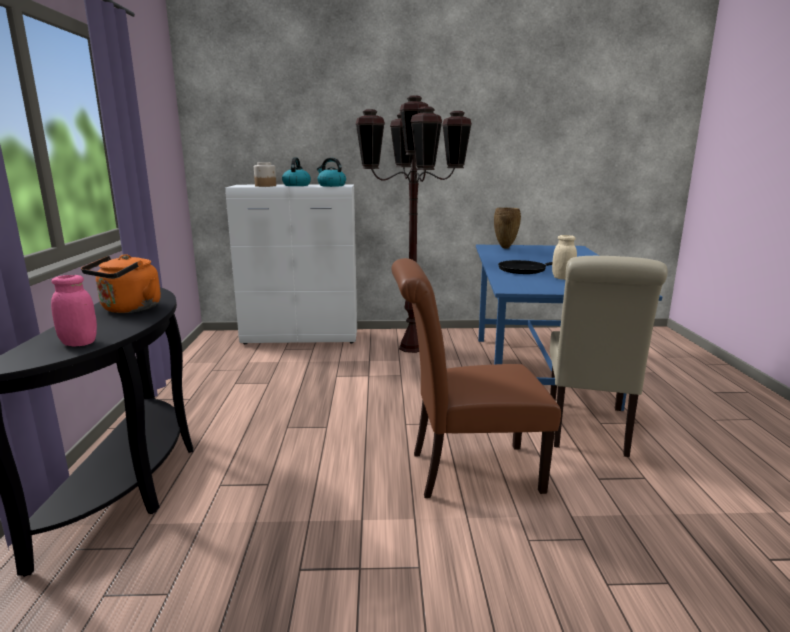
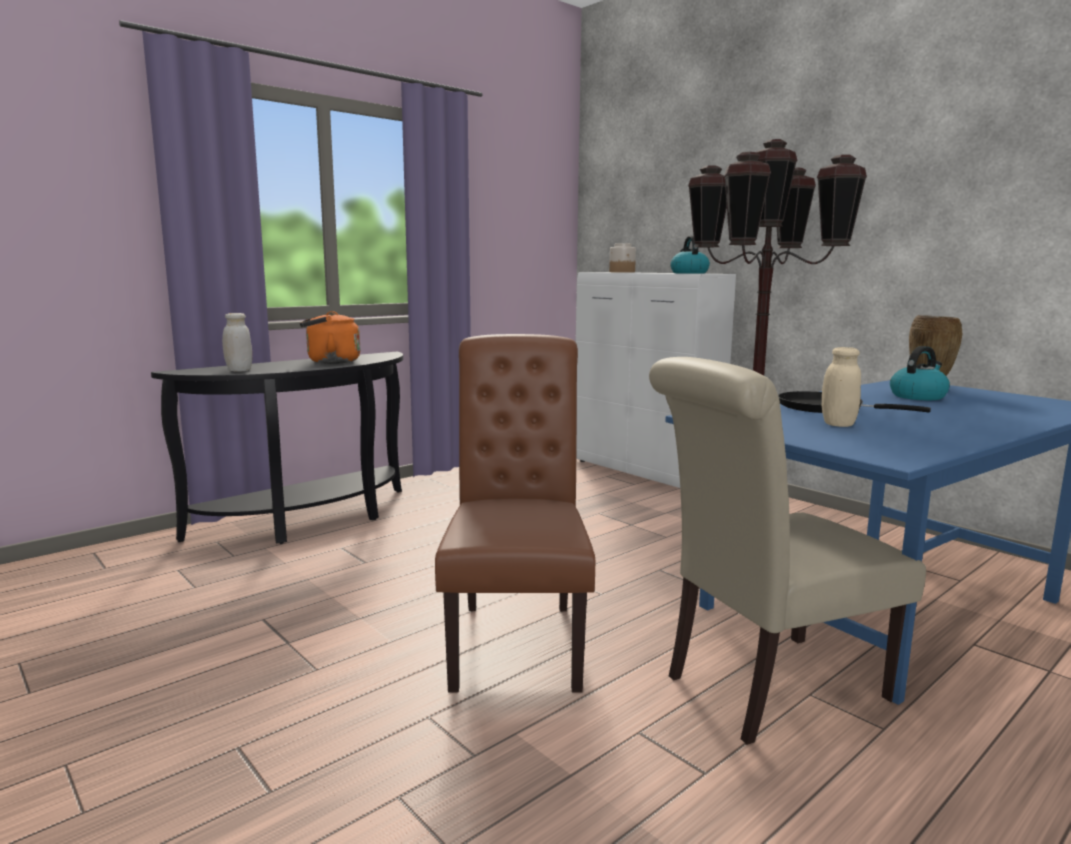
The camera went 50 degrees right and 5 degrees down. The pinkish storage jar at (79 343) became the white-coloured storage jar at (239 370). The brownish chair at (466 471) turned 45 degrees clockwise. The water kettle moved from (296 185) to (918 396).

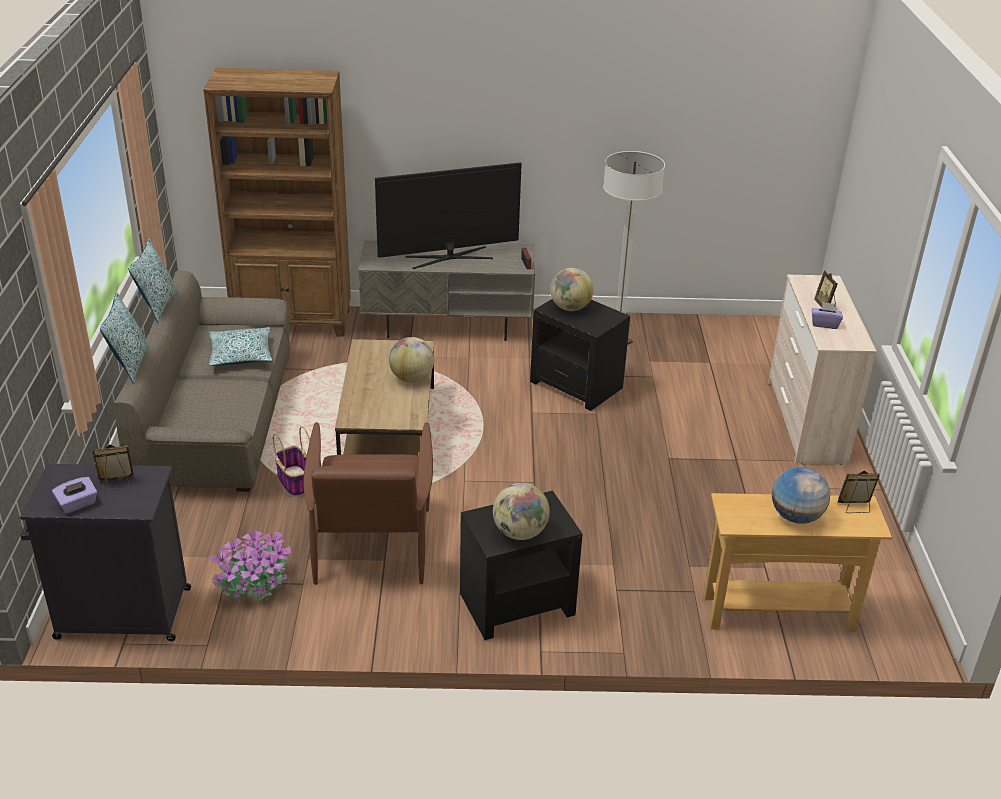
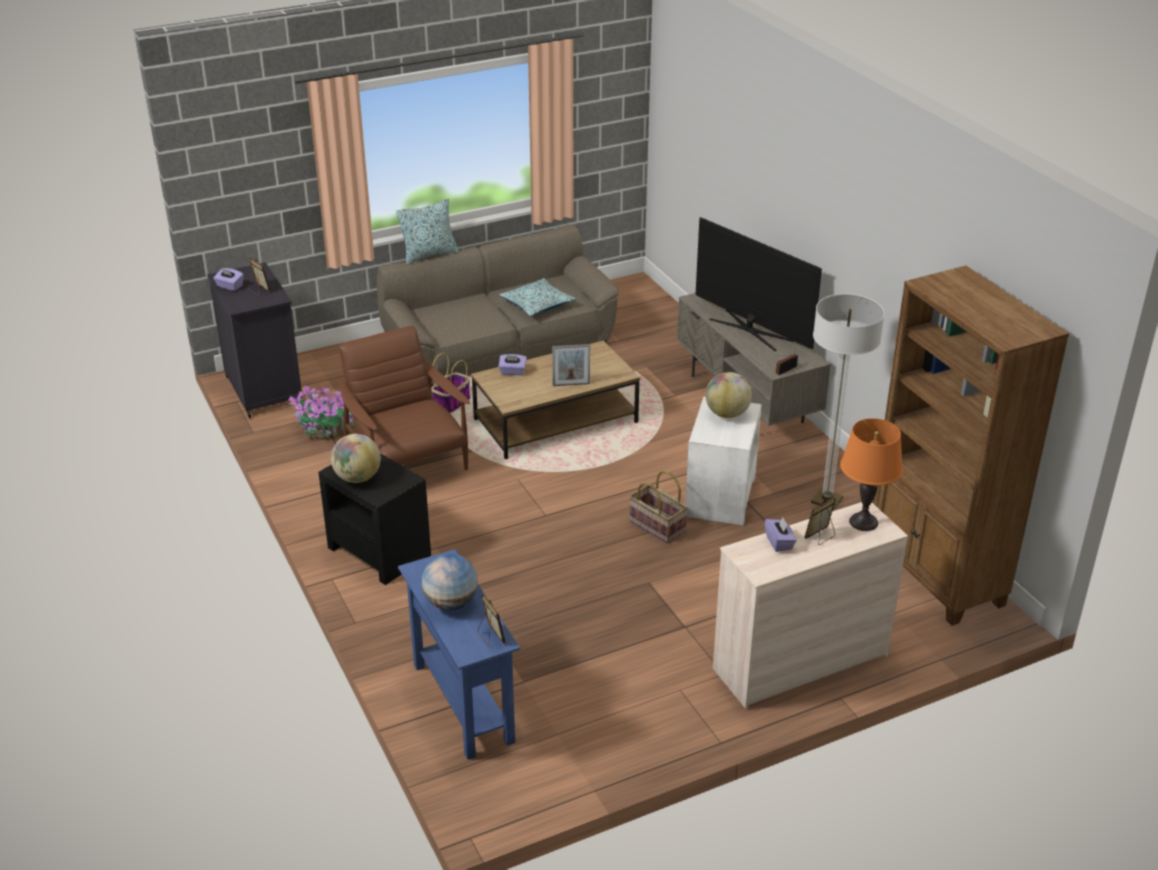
The camera went 65 degrees right and 0 degrees up. The brownish armchair at (371 541) turned 90 degrees clockwise. The beige hall table at (778 613) became the blue hall table at (463 703). The purple tissue box at (512 372) appeared. The globe at (412 378) was replaced by the photo frame at (571 384). The storage basket at (656 526) appeared. The blackish end table at (576 385) became the white-coloured end table at (719 497). The orangey lamp for a table at (863 522) appeared. The brownish bookshelf moved from (294 322) to (935 576). The cushion at (158 306) disappeared.

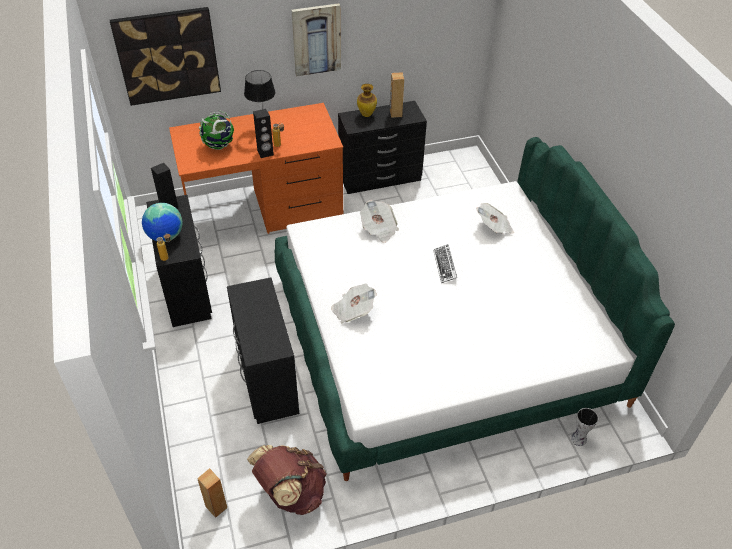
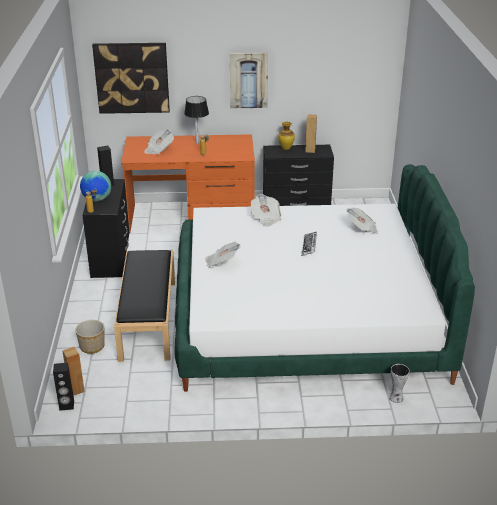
The camera went 15 degrees right and 15 degrees down. The blackish audio speaker moved from (265 153) to (66 405). The plant pot at (92 346) appeared. The blackish chest of drawers at (266 379) was replaced by the blackish indoor bench at (149 319). The globe at (219 145) was replaced by the printed paper at (159 150). The brownish backpack at (291 493) disappeared.

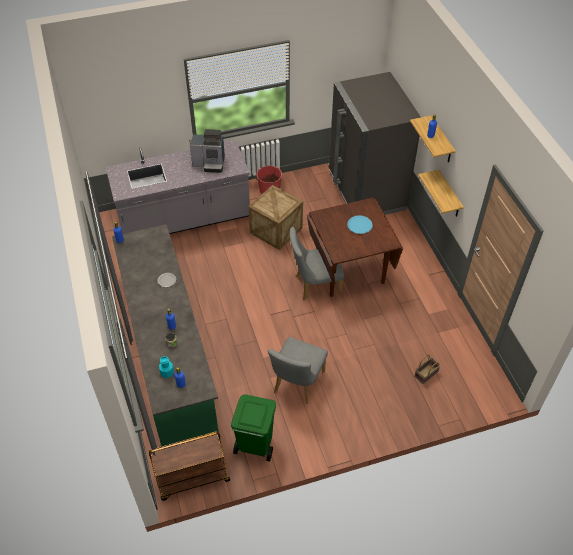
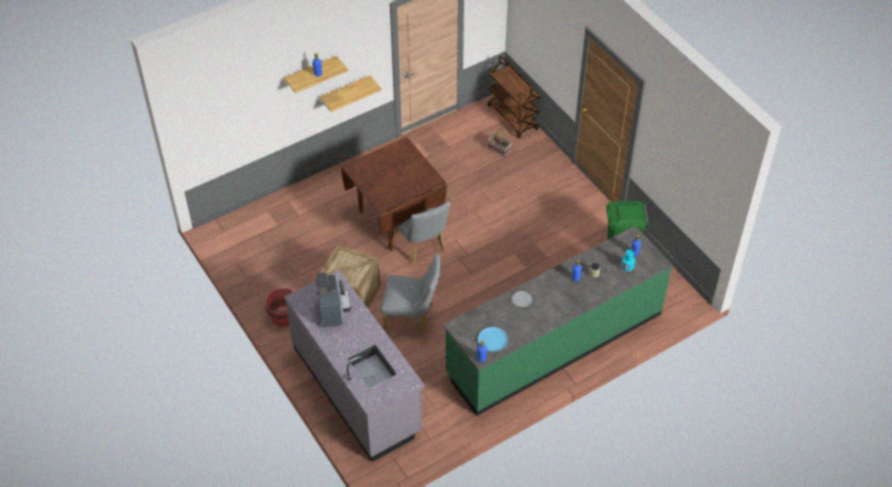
The camera went 105 degrees left and 0 degrees up. The grey chair moved from (297 384) to (412 318). The blue dinner plate moved from (359 225) to (492 339). The brownish trolley moved from (192 479) to (513 118). The grey refrigerator at (366 191) disappeared.

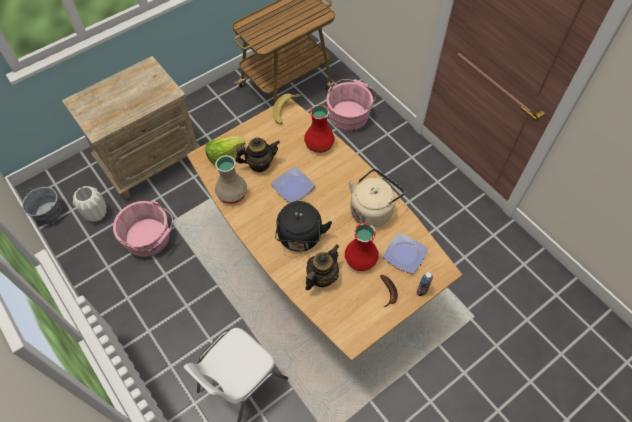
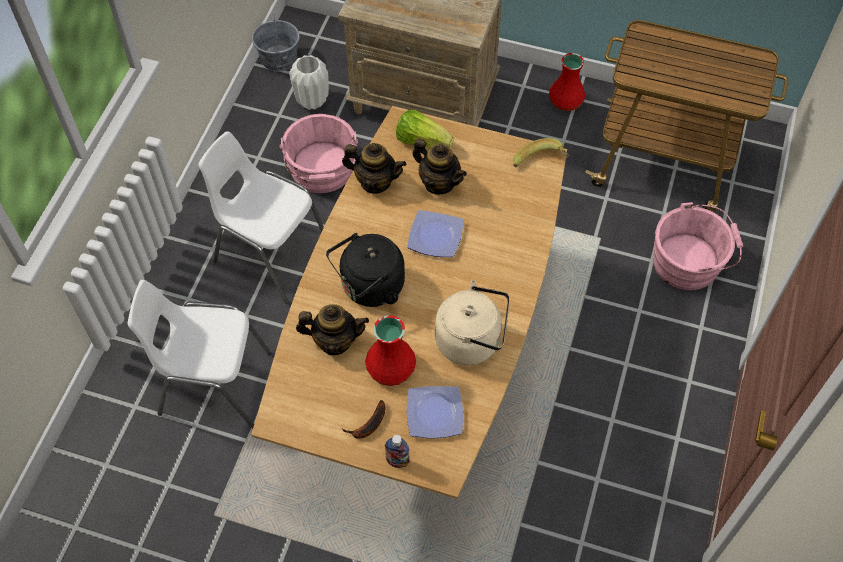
The camera went 55 degrees right and 0 degrees up. The white-coloured chair at (271 254) appeared. The beige decorative vase at (231 193) was replaced by the tea pot at (375 182). The red-coloured decorative vase moved from (319 144) to (565 101).

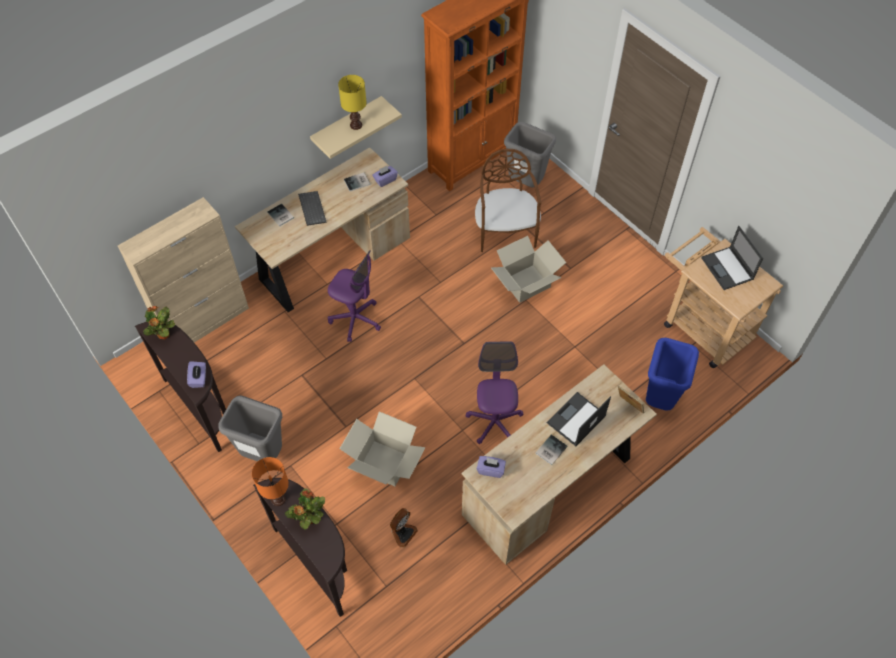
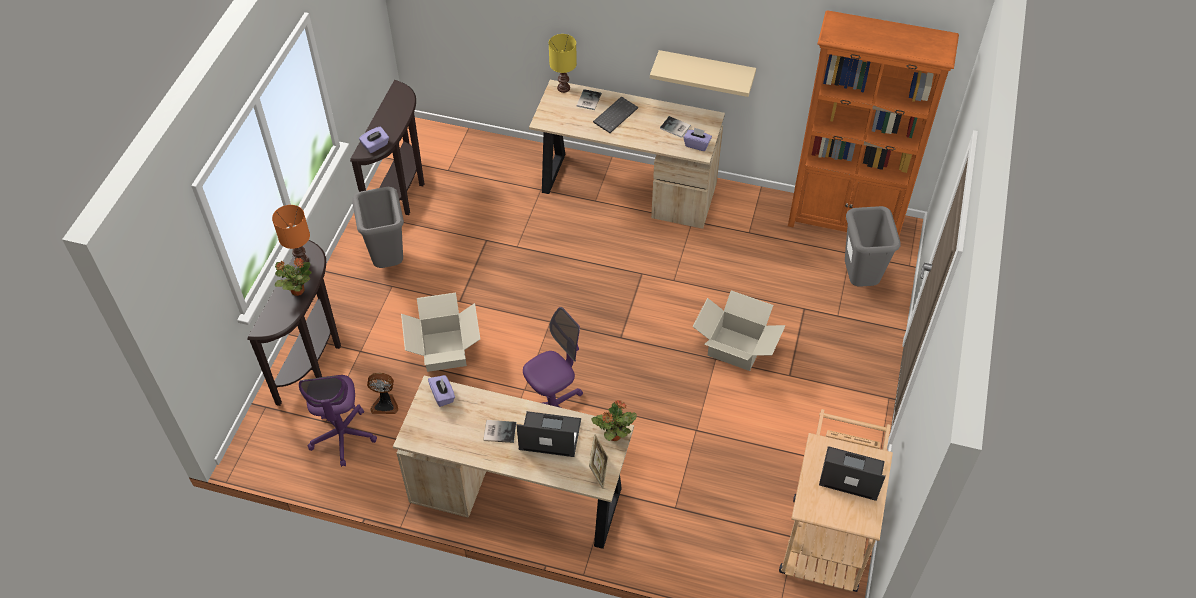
The camera went 55 degrees right and 5 degrees down. The purple computer chair moved from (355 319) to (343 437). The yellowish lamp for a table moved from (355 125) to (563 88). The plant in a pot moved from (163 335) to (614 435). The laptop at (727 269) turned 75 degrees clockwise. The beige cabinet at (205 322) disappeared. The brownish chair at (505 231) disappeared. The blue trash can at (659 400) disappeared.

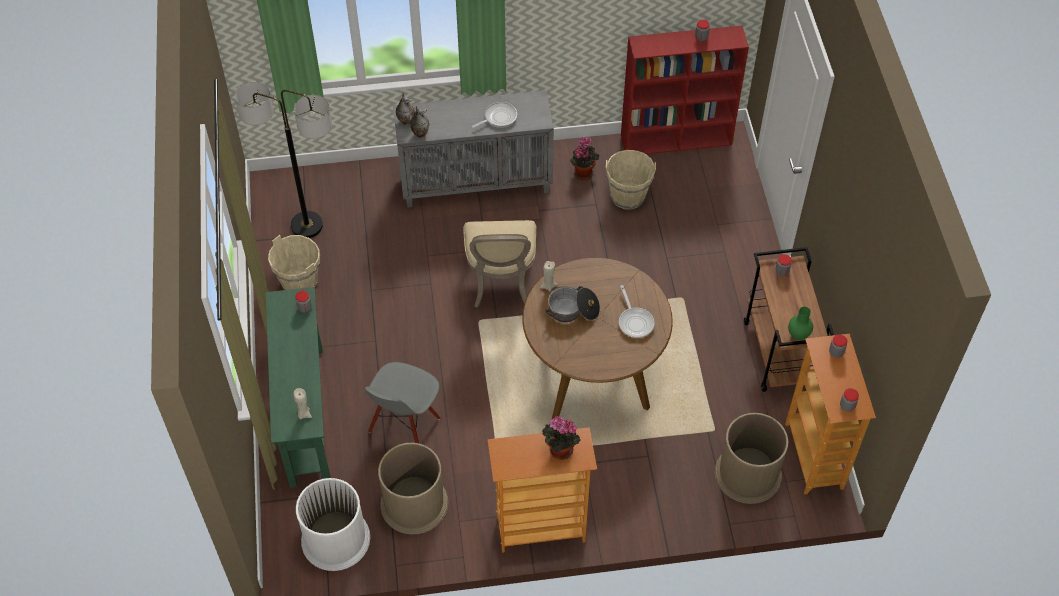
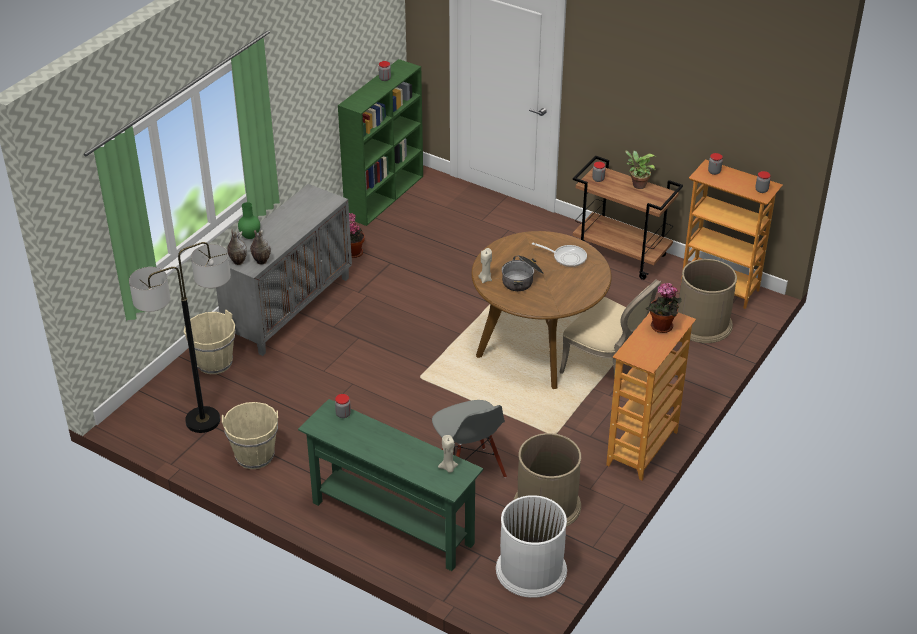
The camera went 50 degrees left and 15 degrees down. The beige water bucket moved from (628 196) to (214 362). The green decorative vase moved from (798 335) to (250 236). The red-coloured bookshelf at (677 139) became the green bookshelf at (385 196). The beige chair moved from (501 282) to (608 370). The plant in a pot at (637 185) appeared. The frying pan at (498 118) disappeared.

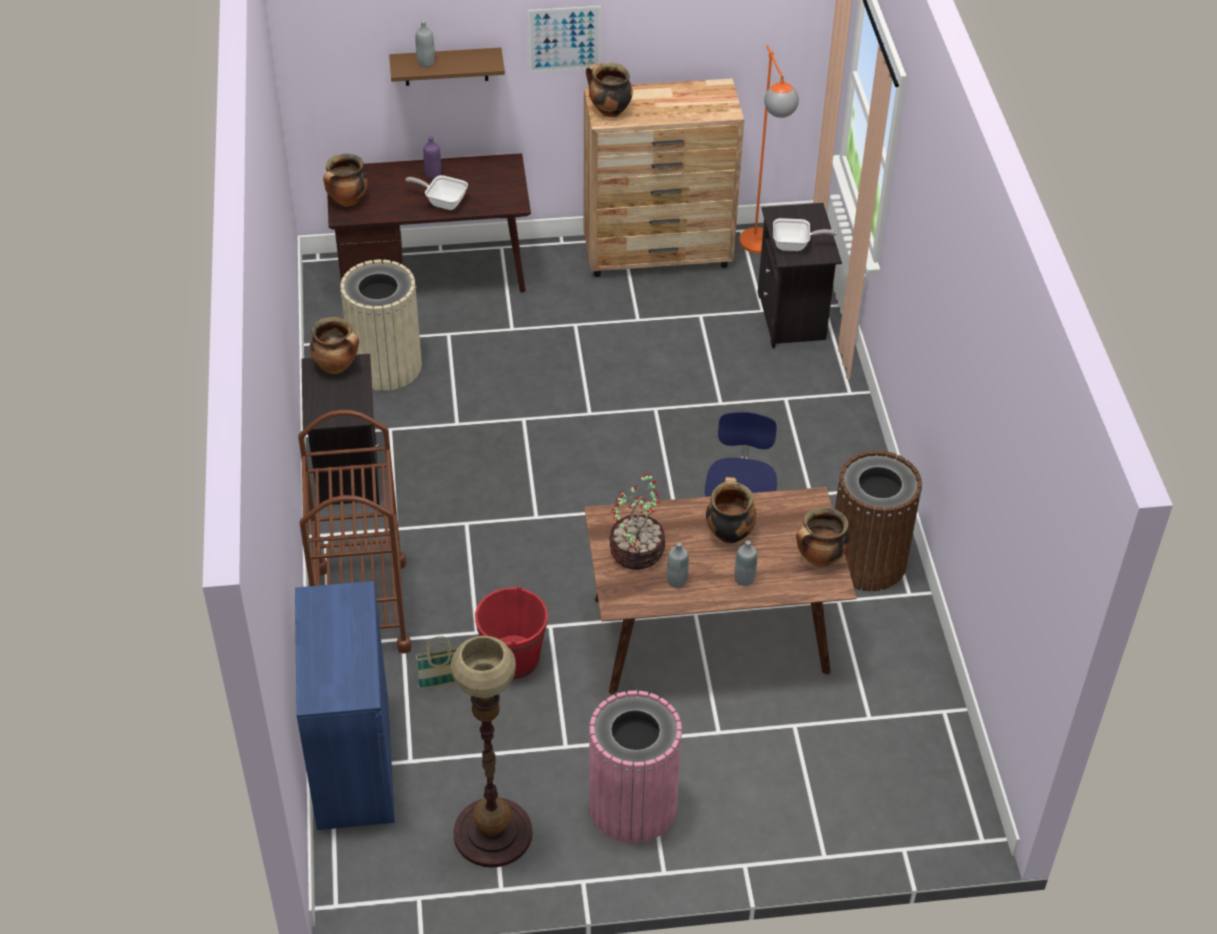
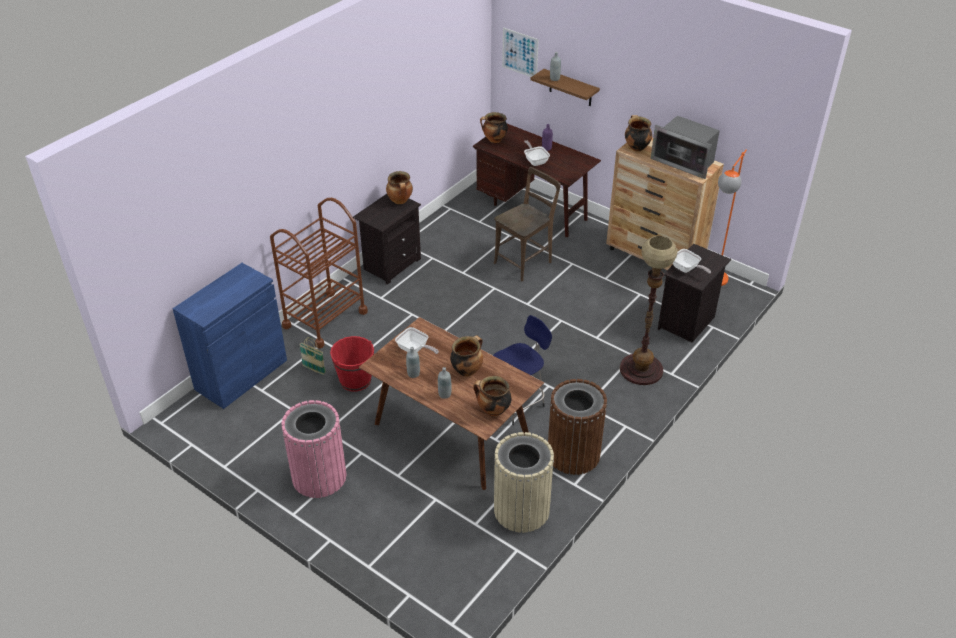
The camera went 45 degrees right and 5 degrees down. The plant in a pot at (637 551) was replaced by the frying pan at (415 350). The brownish chair at (525 261) appeared. The beige trash can moved from (386 366) to (521 510). The picture moved from (564 39) to (520 53). The standard lamp moved from (492 833) to (641 369). The microwave oven at (685 161) appeared.

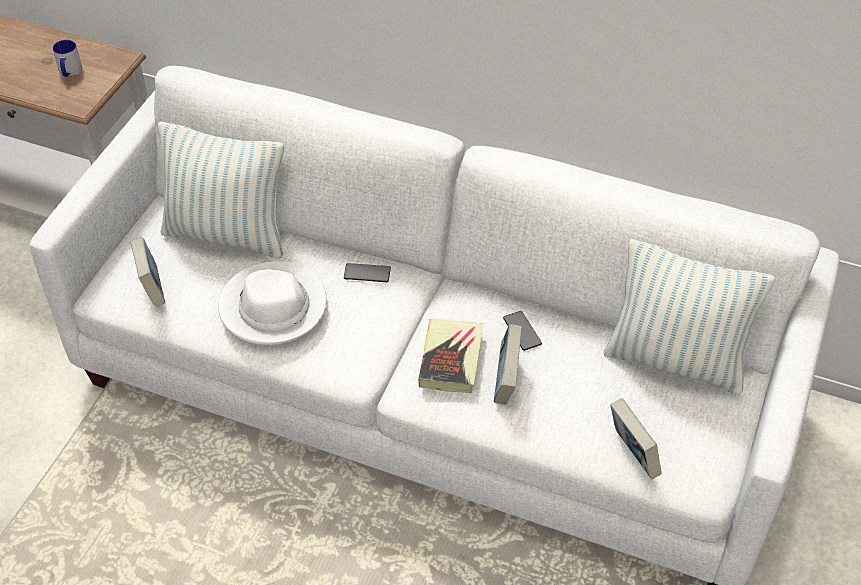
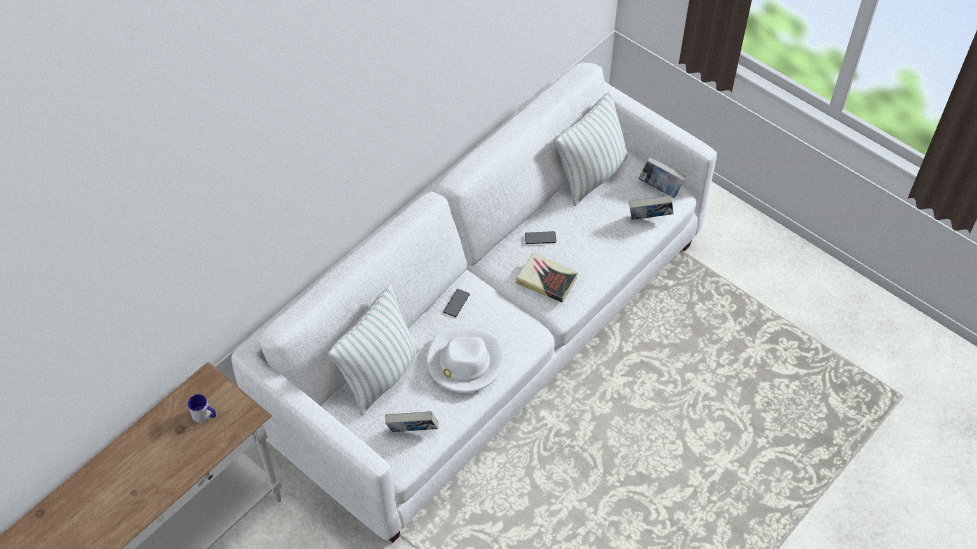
The camera went 70 degrees left and 5 degrees up. The book moved from (506 381) to (660 188).

